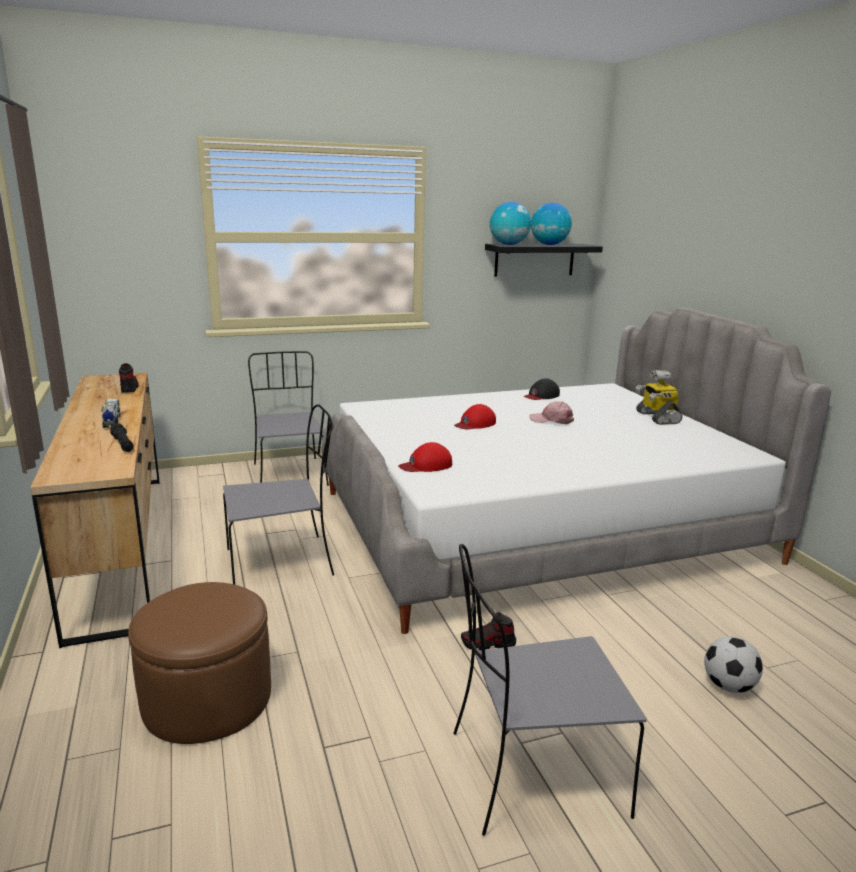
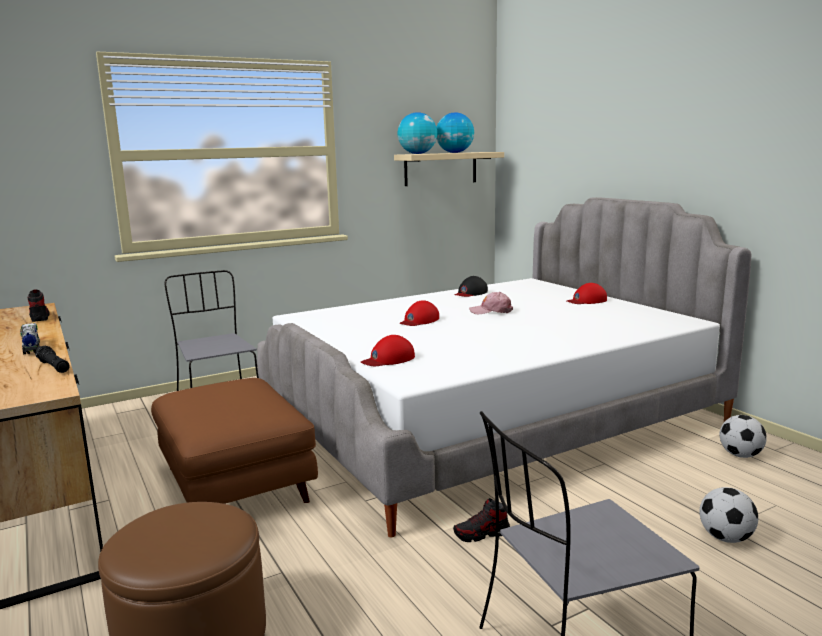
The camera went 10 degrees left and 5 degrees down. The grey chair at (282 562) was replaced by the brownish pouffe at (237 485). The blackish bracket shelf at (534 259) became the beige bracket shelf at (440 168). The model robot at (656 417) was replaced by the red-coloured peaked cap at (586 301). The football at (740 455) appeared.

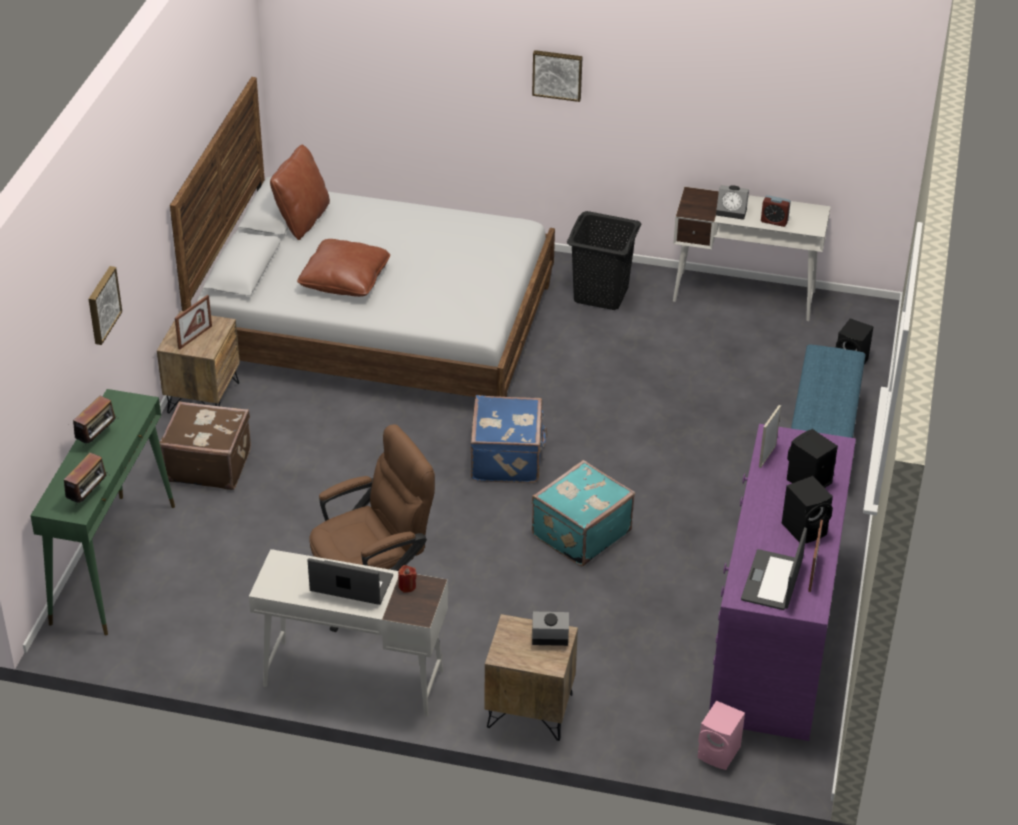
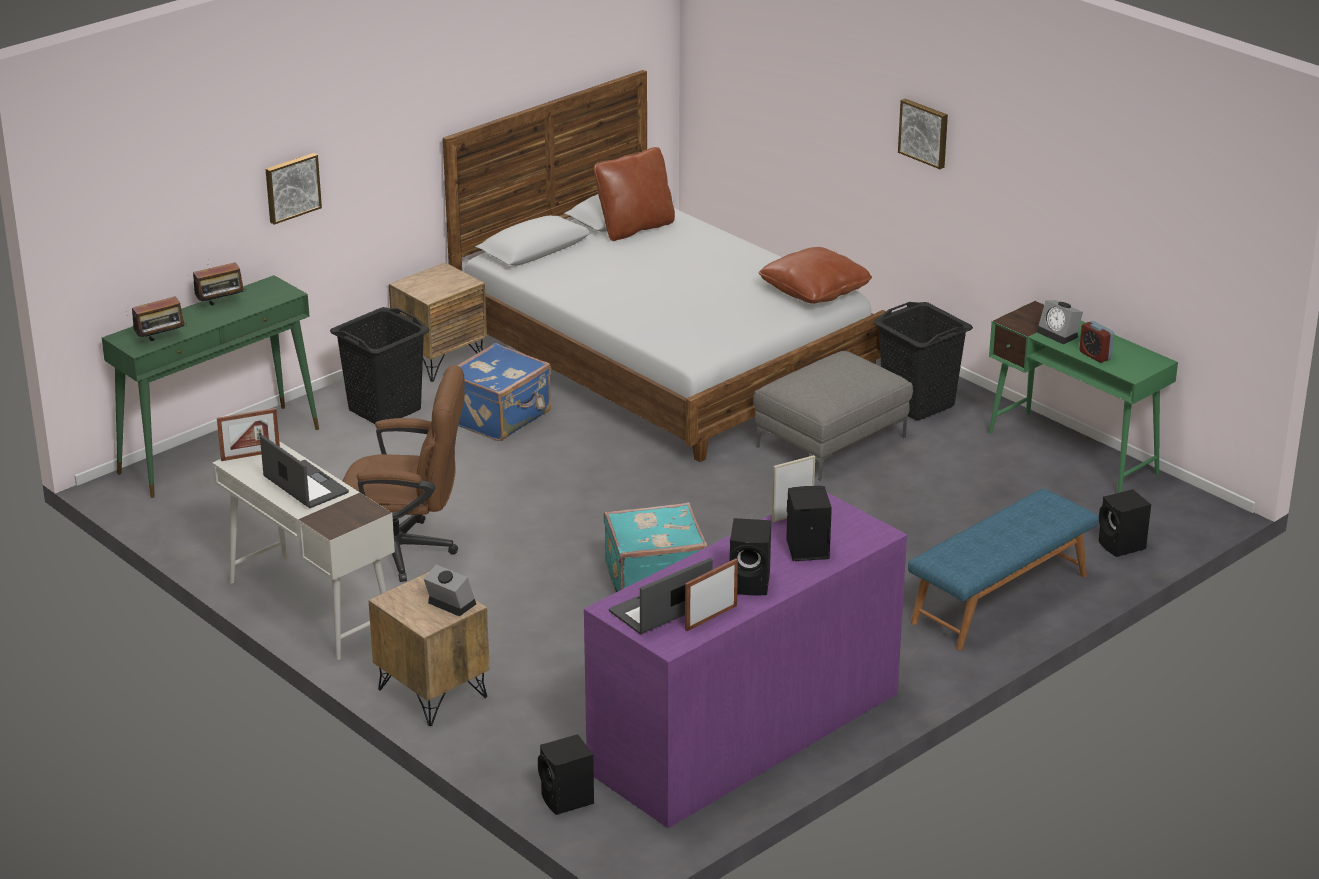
The camera went 35 degrees right and 10 degrees down. The photo frame moved from (195 337) to (250 455). The brownish suitcase at (208 464) was replaced by the blackish laundry basket at (384 409). The blue suitcase moved from (508 458) to (500 417). The pinkish audio speaker at (720 753) became the blackish audio speaker at (567 800). The grey pouffe at (831 441) appeared. The brownish cushion moved from (345 280) to (815 291). The white-coloured desk unit at (745 296) became the green desk unit at (1073 453). The red-coloured wax light at (407 586) disappeared.

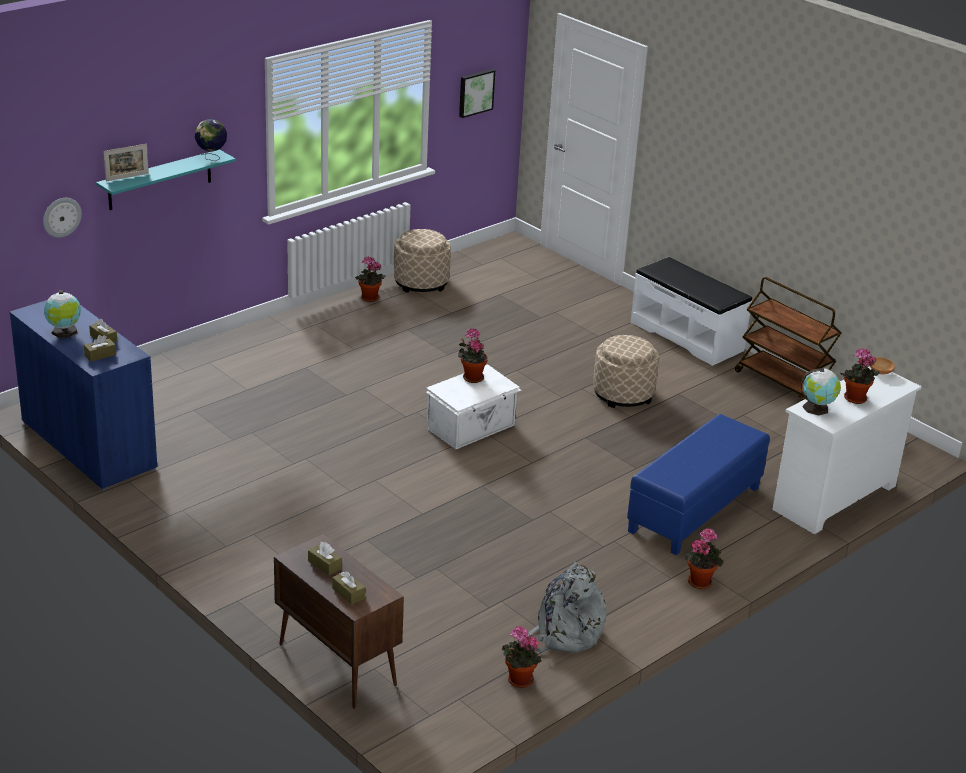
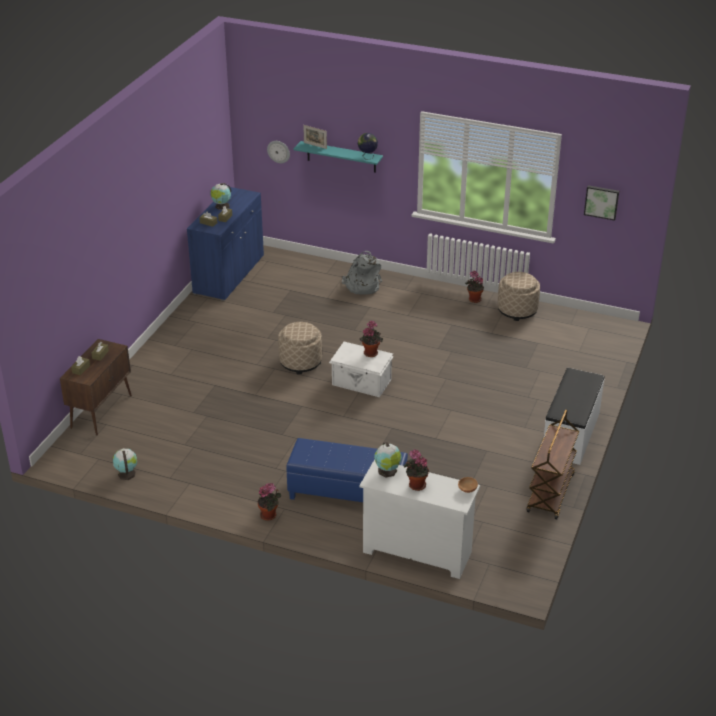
The camera went 65 degrees right and 5 degrees up. The plant in a pot at (518 680) was replaced by the globe at (126 473). The beige pouffe moved from (623 394) to (300 362). The grey backpack moved from (564 633) to (362 286).

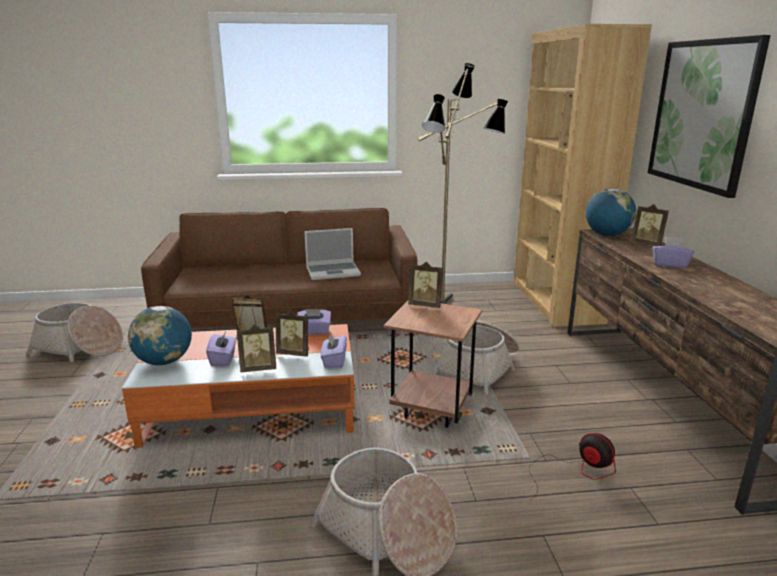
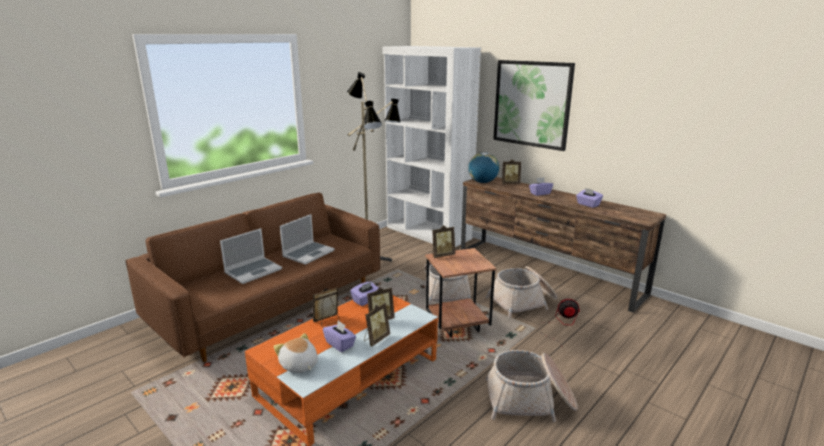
The camera went 40 degrees left and 0 degrees up. The laptop at (253 271) appeared. The globe at (164 361) was replaced by the cuddly toy at (299 365). The brownish bookshelf at (555 301) became the white-coloured bookshelf at (428 233). The storage basket moved from (80 347) to (523 302). The purple tissue box moved from (334 361) to (588 204).

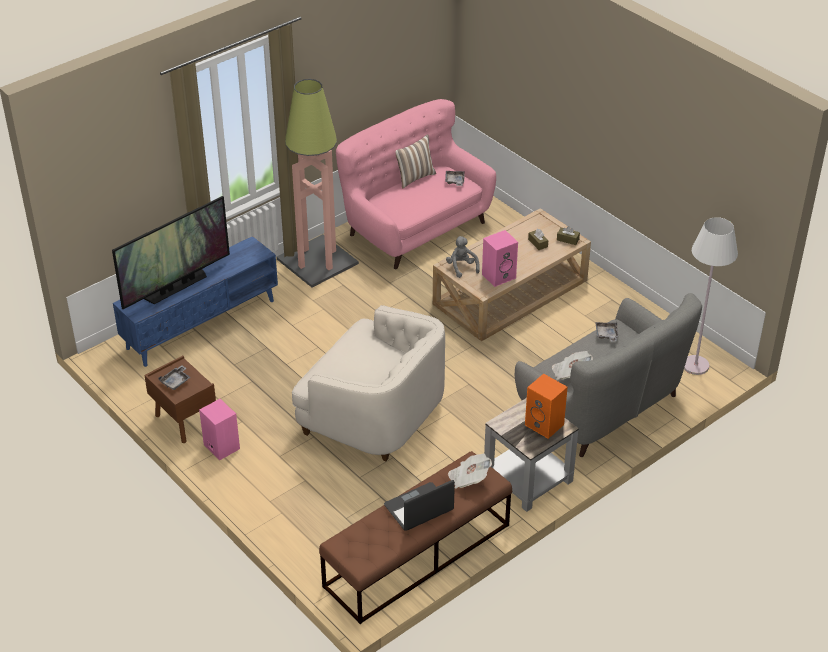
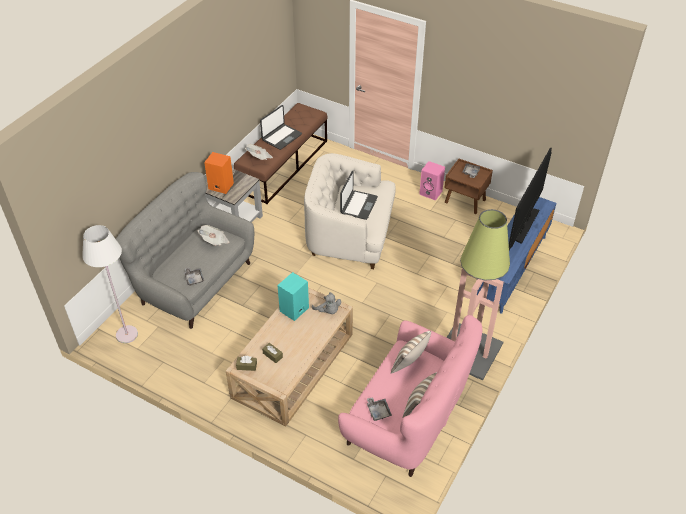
The camera went 160 degrees right and 5 degrees up. The pinkish audio speaker at (499 275) became the blue-green audio speaker at (294 310). The laptop at (358 205) appeared. The cushion at (409 364) appeared.

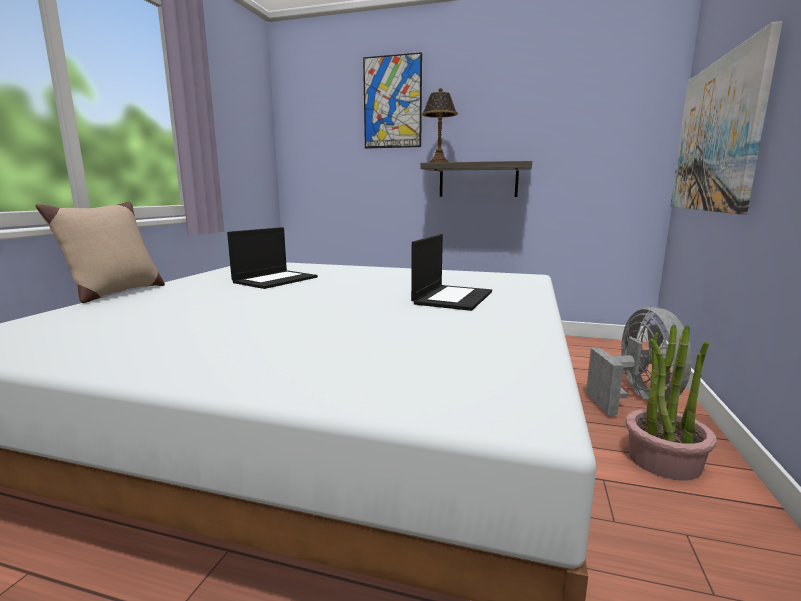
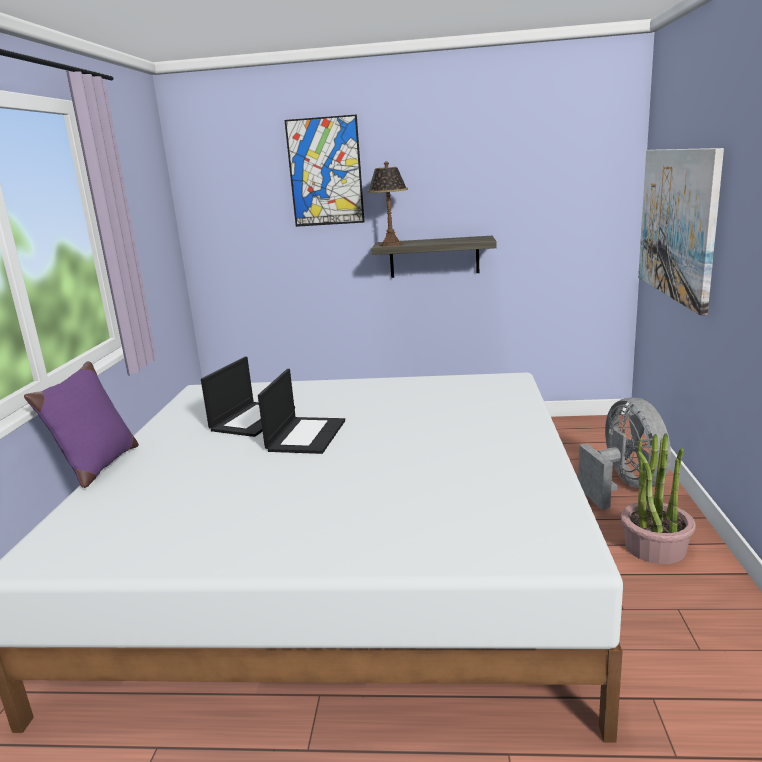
The camera went 10 degrees left and 5 degrees up. The beige cushion at (115 293) became the purple cushion at (98 467). The laptop moved from (452 297) to (306 435).

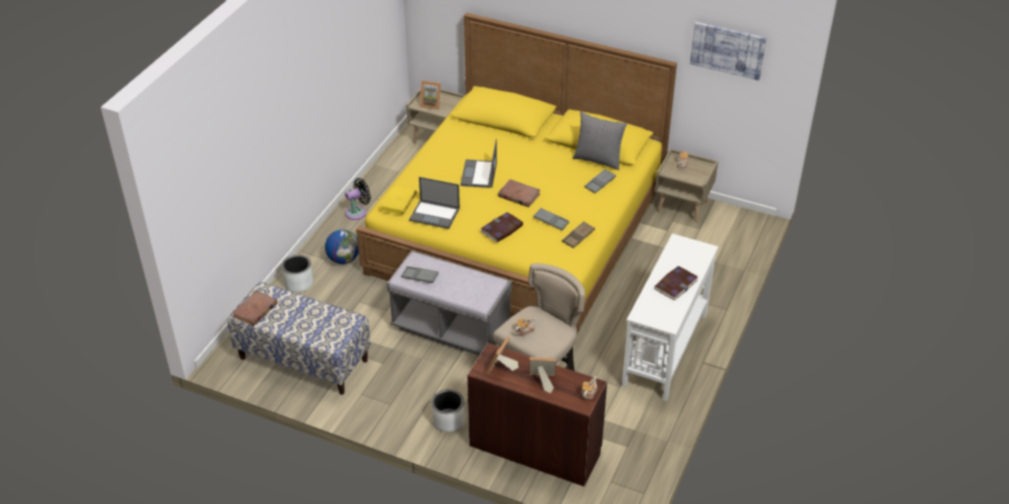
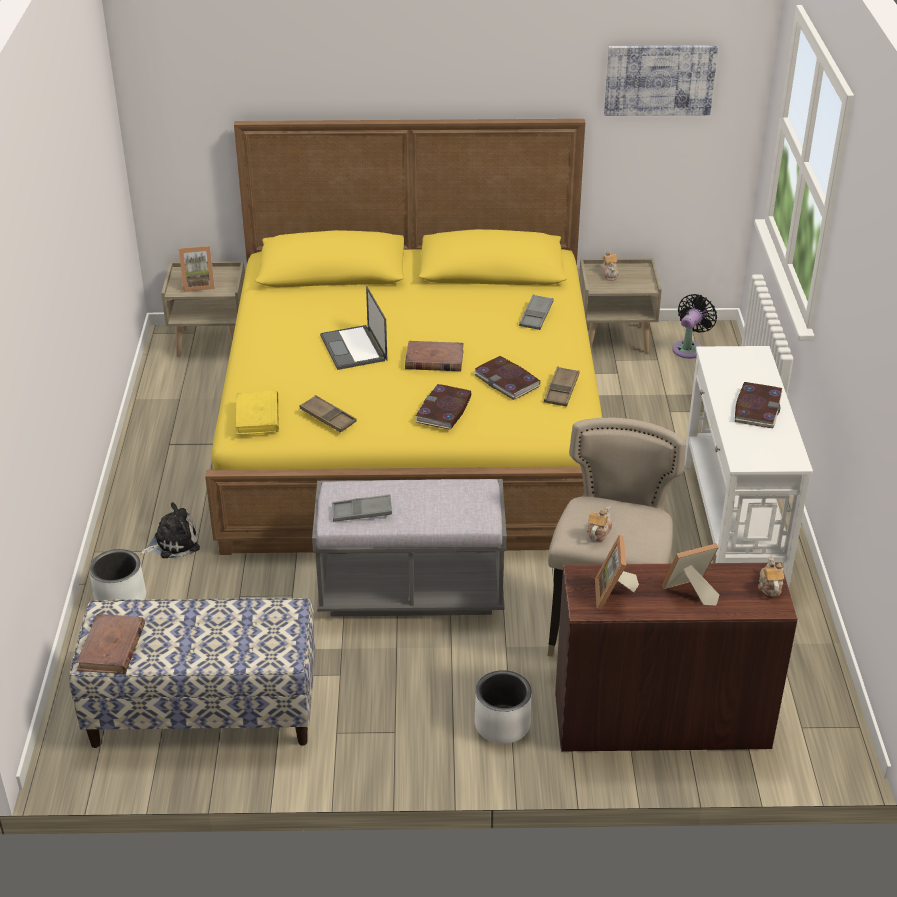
The camera went 25 degrees left and 5 degrees down. The globe at (343 259) was replaced by the cuddly toy at (173 543). The laptop at (435 214) was replaced by the brownish serving tray at (328 417). The grey serving tray at (551 221) was replaced by the book at (507 380). The blackish electric fan moved from (358 212) to (689 348). The grey cushion at (598 159) disappeared.

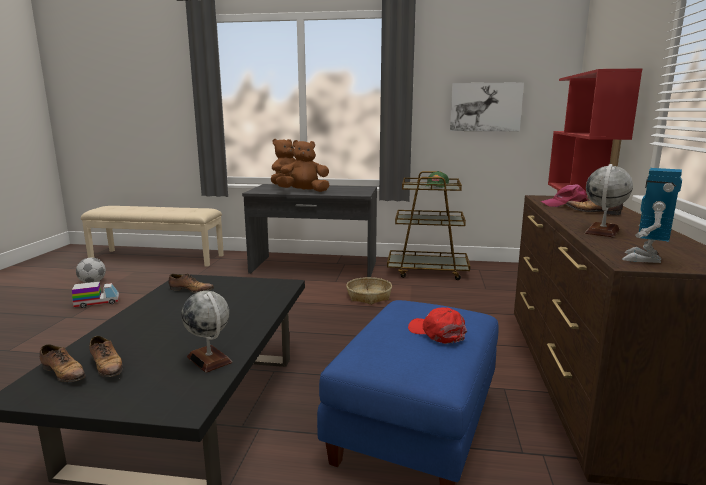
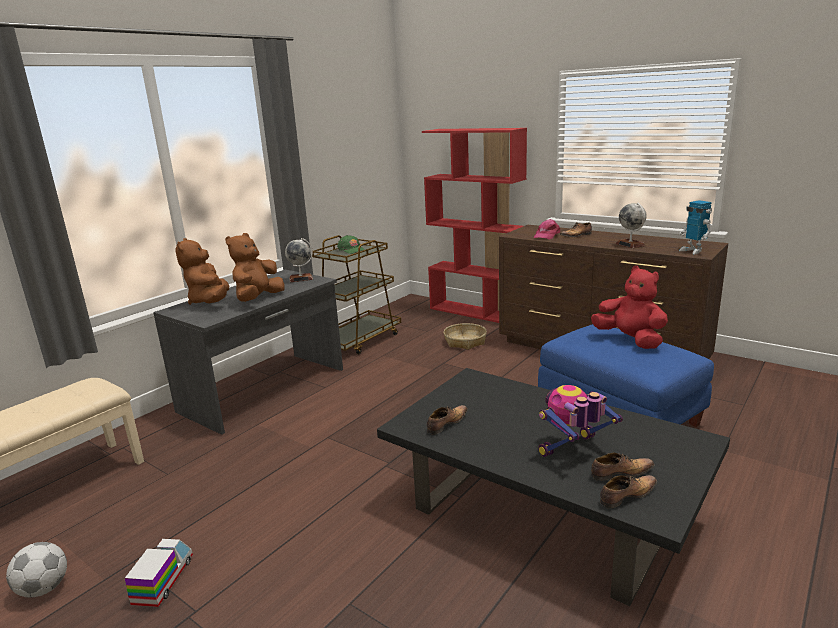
The camera went 60 degrees left and 5 degrees up. The globe moved from (209 359) to (301 278). The storage basket moved from (369 296) to (465 342). The model robot at (573 450) appeared. The red-coloured peaked cap at (437 332) was replaced by the red-coloured cuddly toy at (630 340). The picture at (485 107) disappeared.

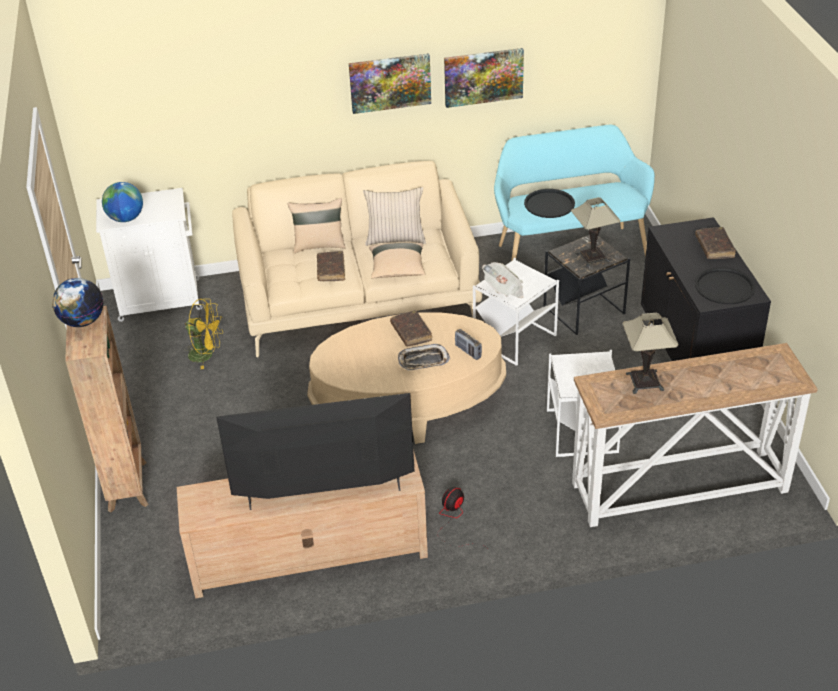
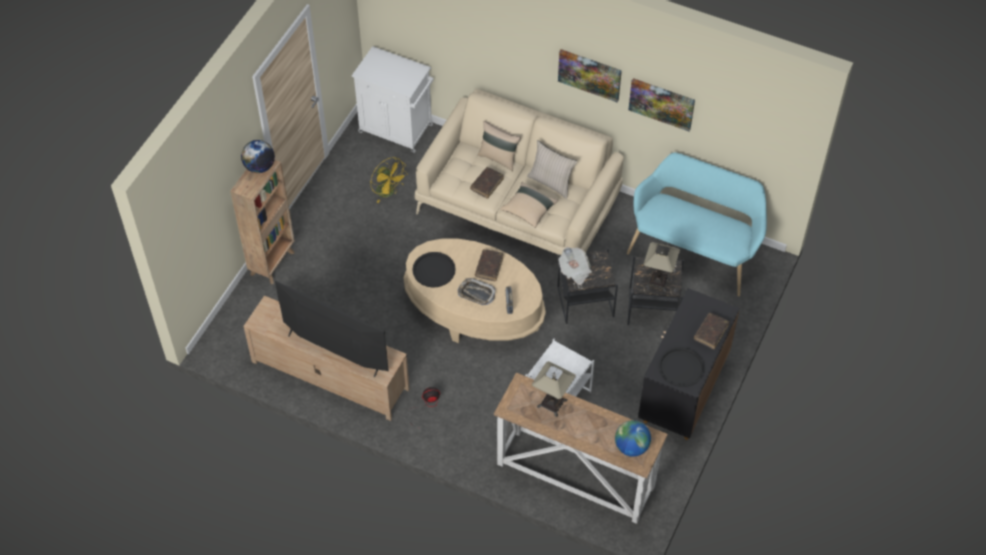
The camera went 35 degrees right and 15 degrees up. The blackish serving tray moved from (549 204) to (434 270). The white-coloured end table at (514 339) became the blackish end table at (584 301). The globe moved from (126 219) to (631 447).

